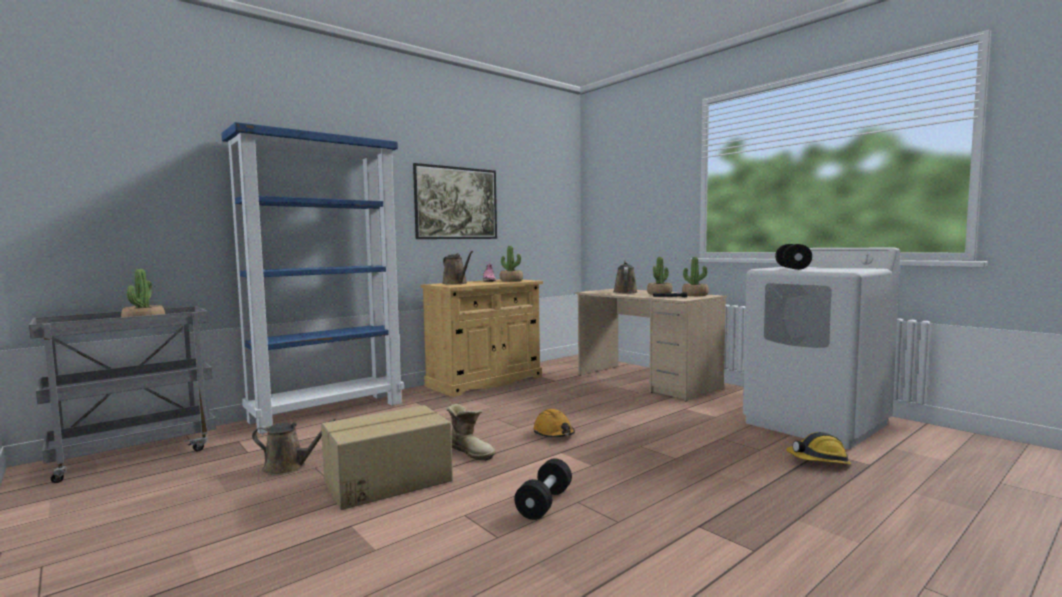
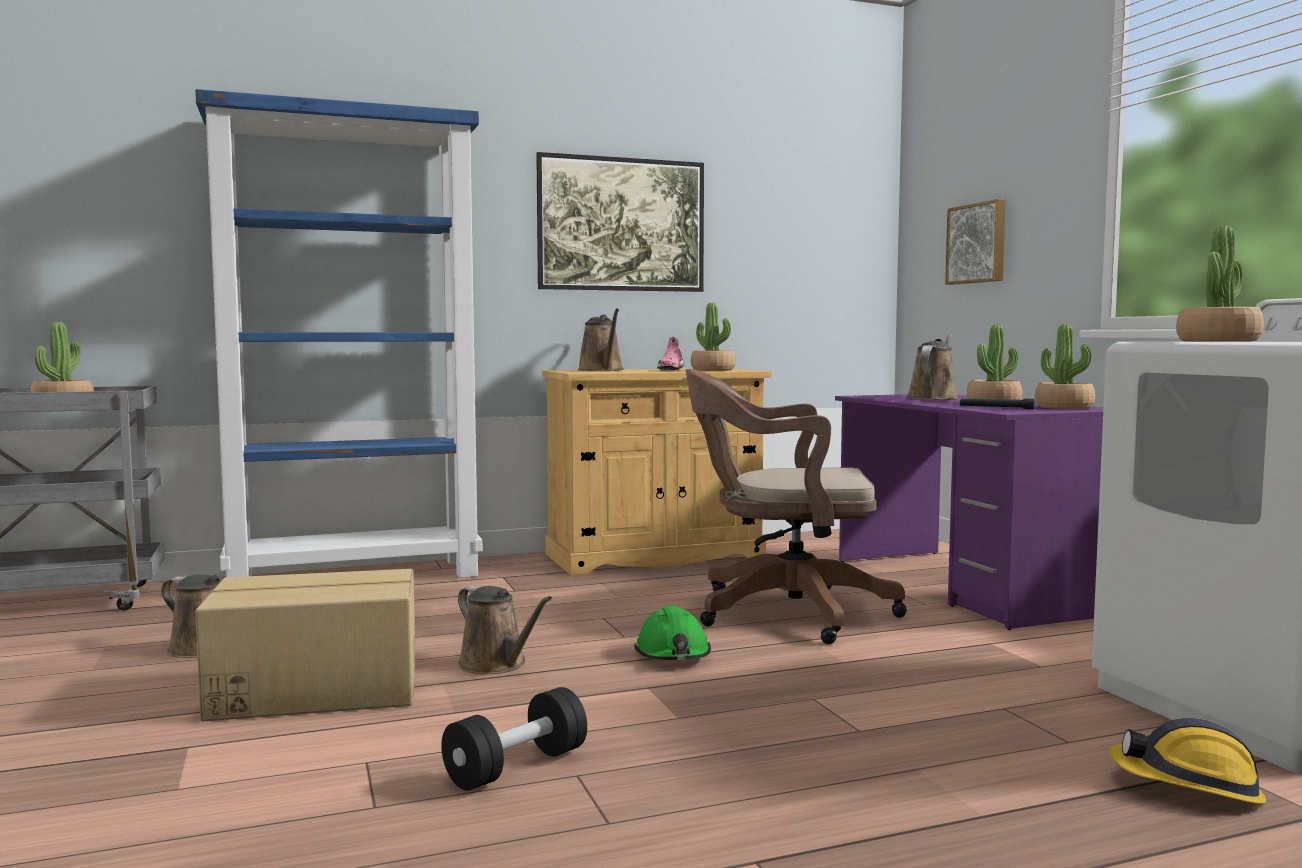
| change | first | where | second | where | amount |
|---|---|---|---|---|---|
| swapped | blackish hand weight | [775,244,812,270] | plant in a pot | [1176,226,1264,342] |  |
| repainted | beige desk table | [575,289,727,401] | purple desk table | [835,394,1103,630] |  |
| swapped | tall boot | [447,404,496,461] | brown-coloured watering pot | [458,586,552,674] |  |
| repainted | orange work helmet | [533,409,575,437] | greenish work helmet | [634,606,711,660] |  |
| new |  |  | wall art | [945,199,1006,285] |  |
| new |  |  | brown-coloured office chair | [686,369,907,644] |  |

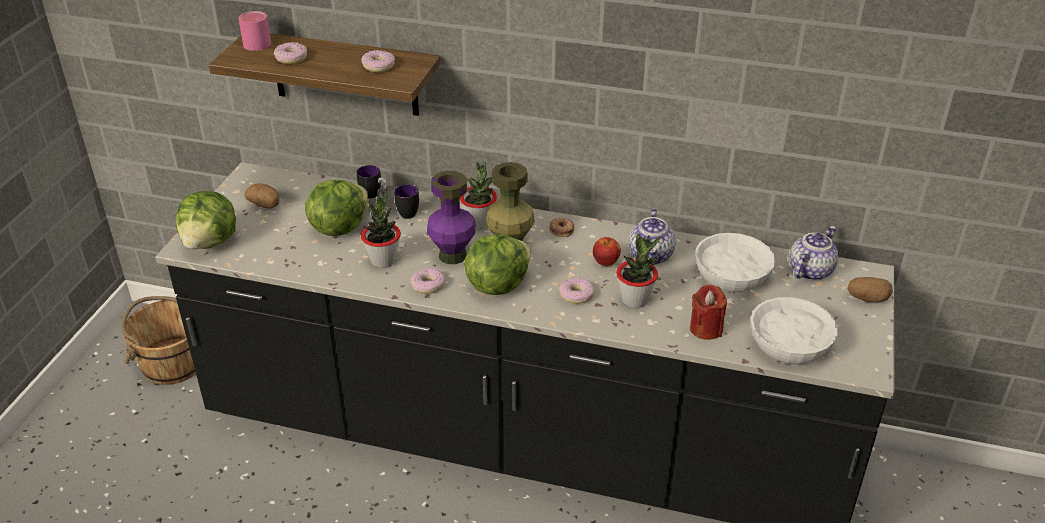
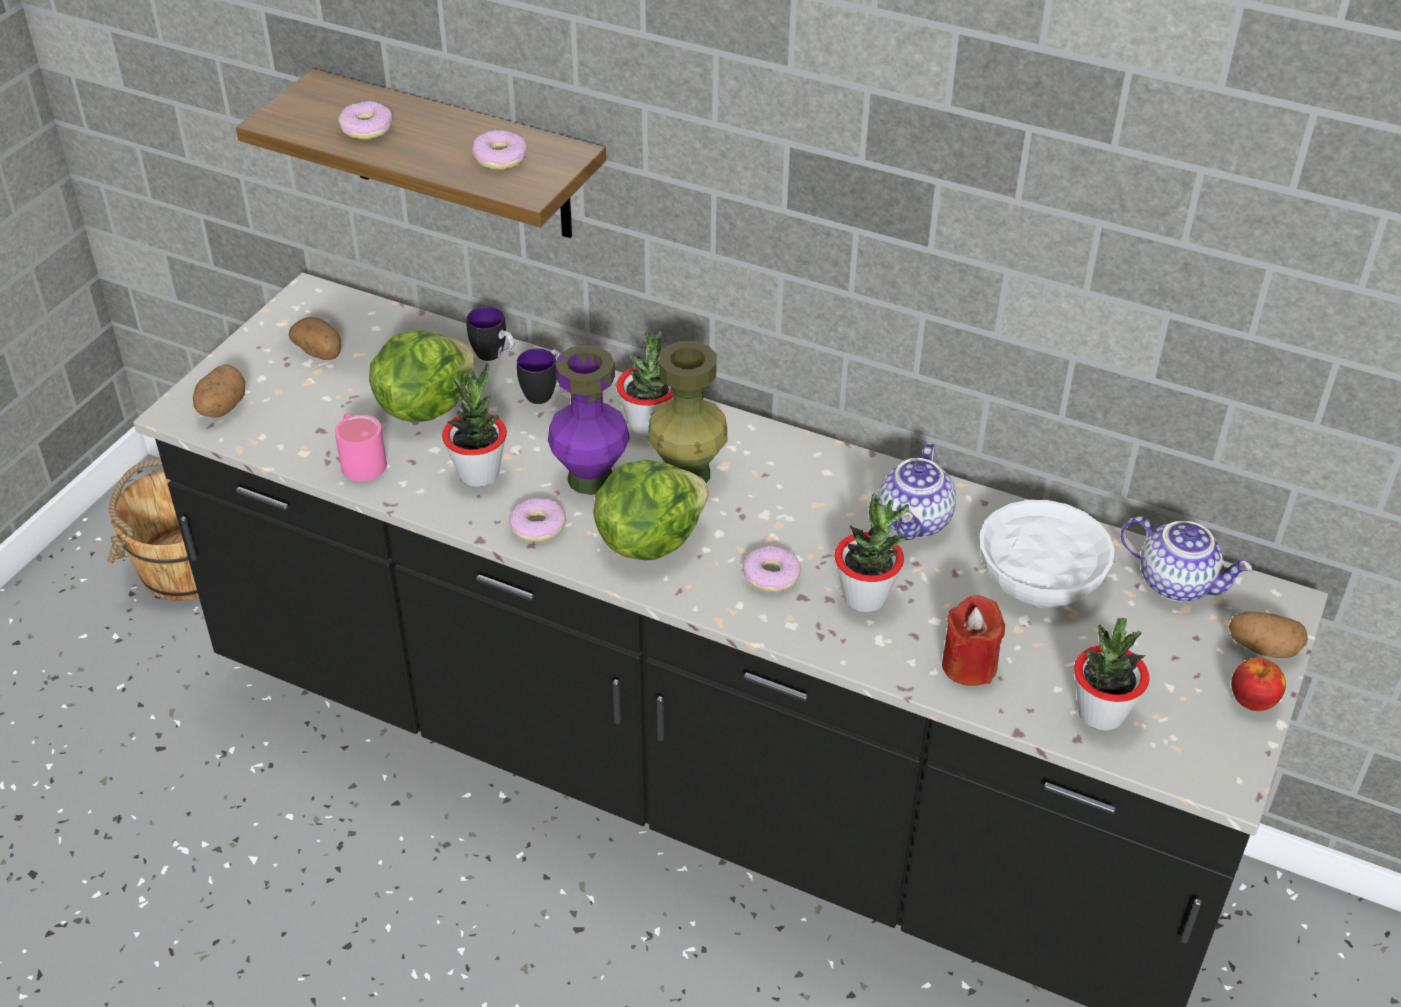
| change | first | where | second | where | amount |
|---|---|---|---|---|---|
| shifted | pink-coloured tea mug | [238,11,271,51] |  | [335,413,387,481] |  |
| swapped | lettuce | [176,191,236,249] | whole potato | [193,364,245,418] |  |
| gone | ring doughnut | [549,218,574,237] |  |  |  |
| rotated | teapot | [790,226,838,280] |  | [1120,516,1253,601] | 75 degrees clockwise |
| shifted | apple | [593,237,621,266] |  | [1231,657,1286,711] |  |
| swapped | whitish serving bowl | [750,297,838,365] | plant in a pot | [1074,618,1149,731] |  |

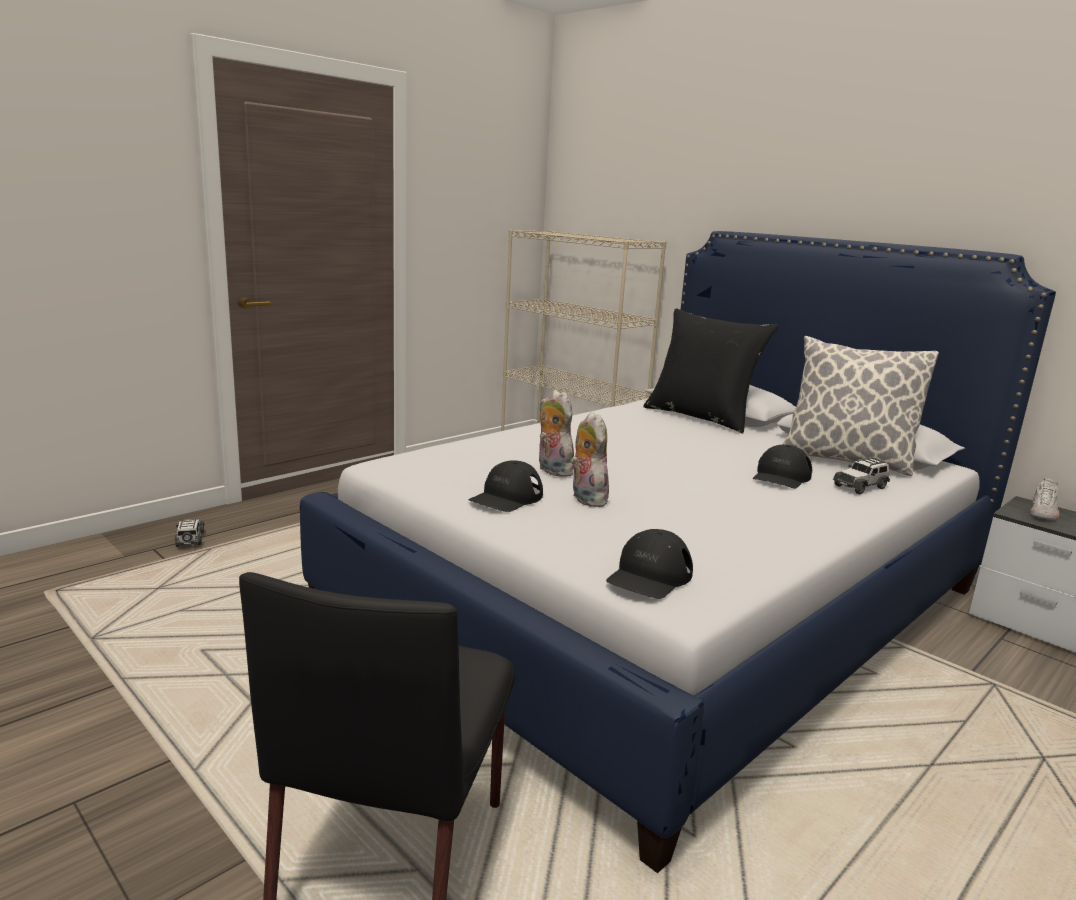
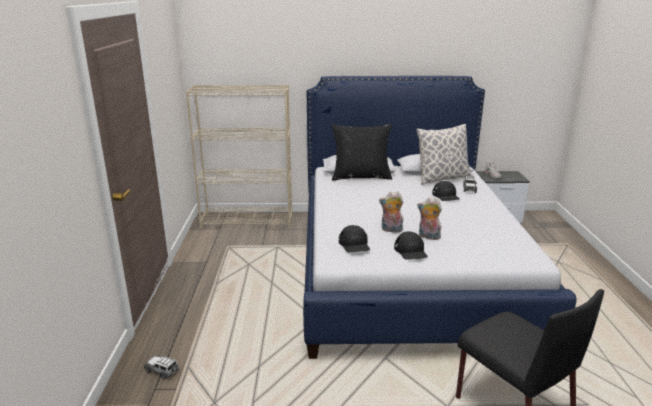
| change | first | where | second | where | amount |
|---|---|---|---|---|---|
| shifted | blackish baseball cap | [606,529,693,599] |  | [339,225,370,252] |  |

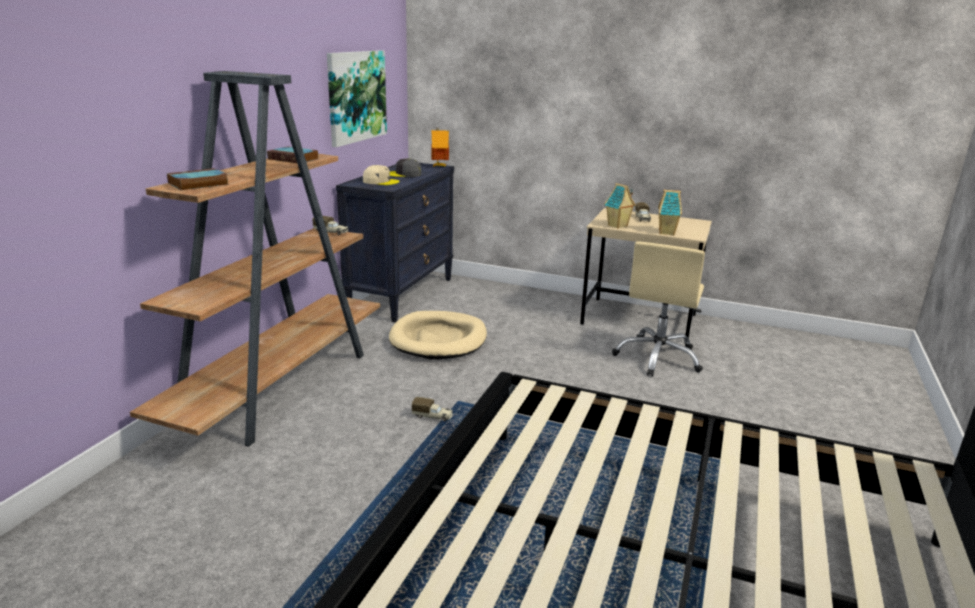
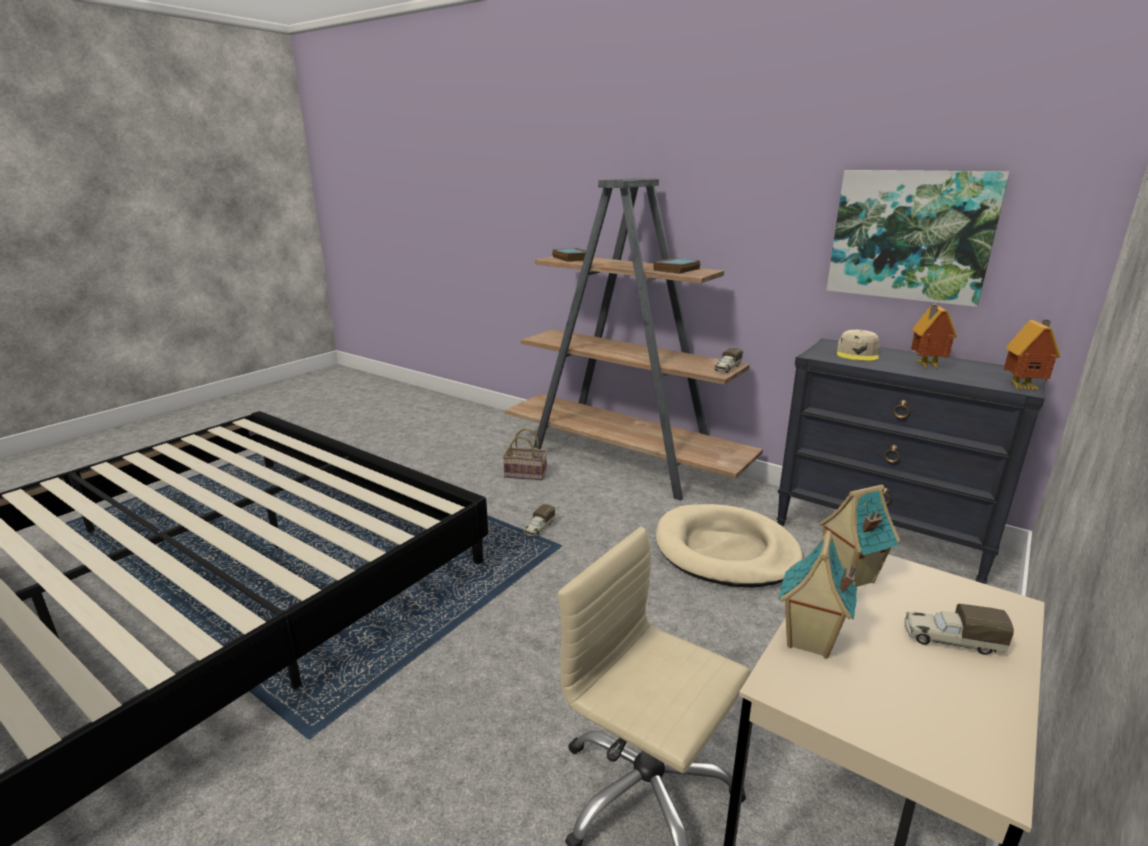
| change | first | where | second | where | amount |
|---|---|---|---|---|---|
| swapped | gray baseball cap | [390,158,421,177] | miniature house | [911,304,957,370] |  |
| new |  |  | storage basket | [503,428,547,480] |  |

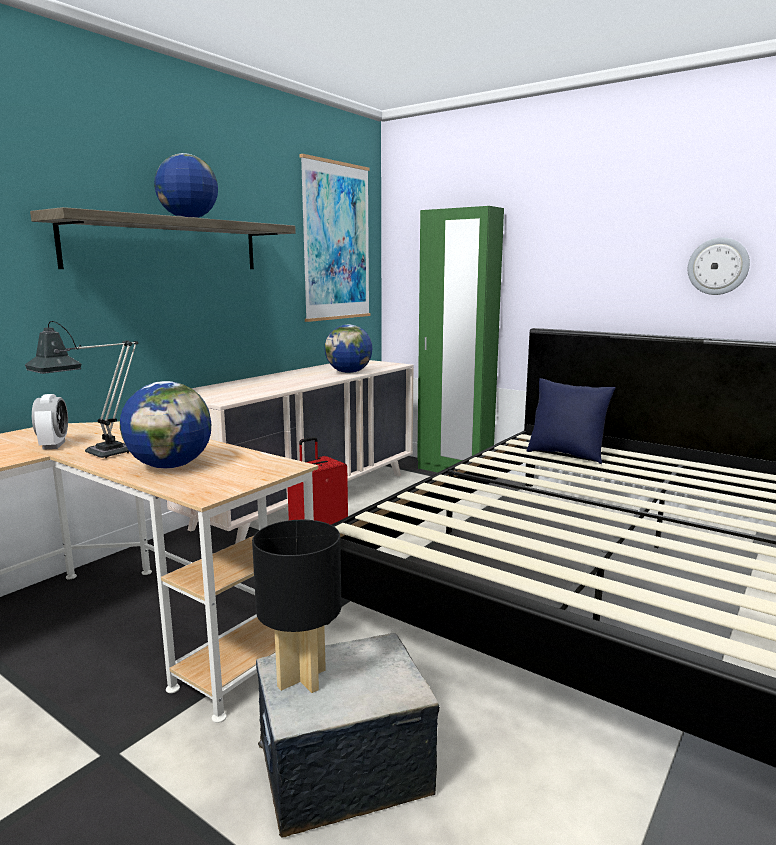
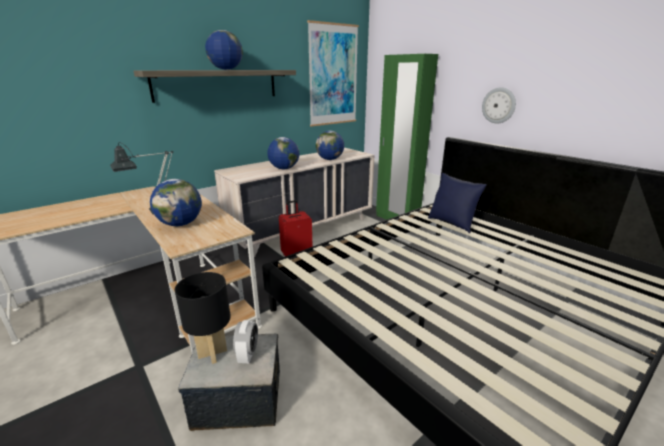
| change | first | where | second | where | amount |
|---|---|---|---|---|---|
| shifted | hanging clock | [688,238,750,295] |  | [482,87,516,124] |  |
| shifted | bedside clock | [32,394,68,450] |  | [233,320,258,363] |  |
| new |  |  | desk globe | [267,137,299,169] |  |

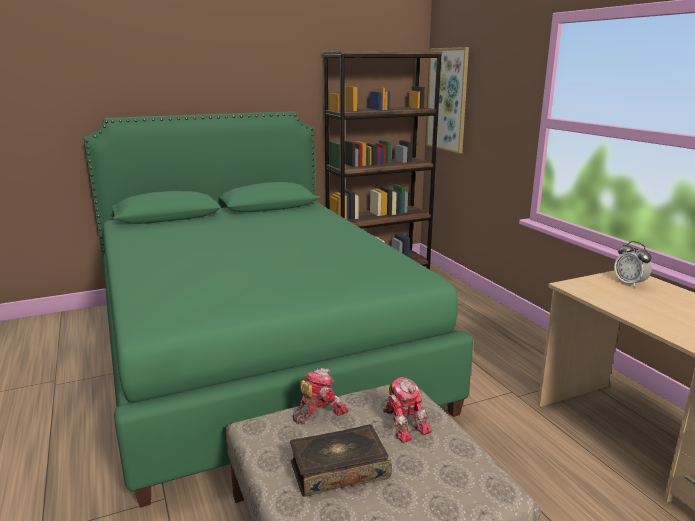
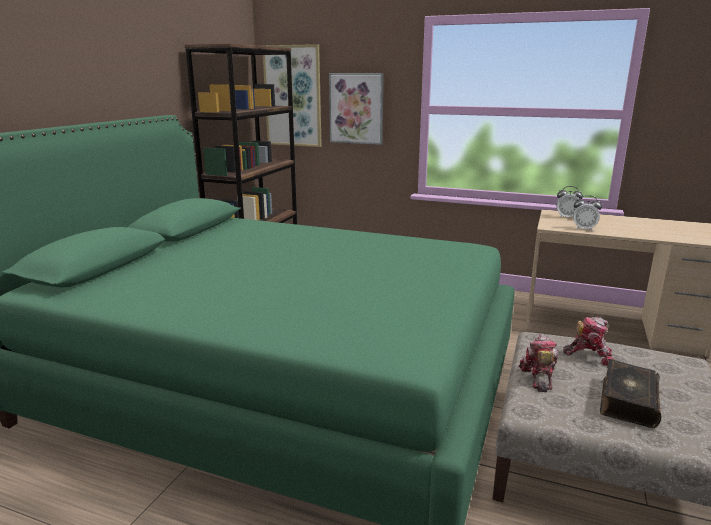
| change | first | where | second | where | amount |
|---|---|---|---|---|---|
| new |  |  | wall art | [329,73,384,145] |  |
| new |  |  | bedside clock | [573,195,602,231] |  |

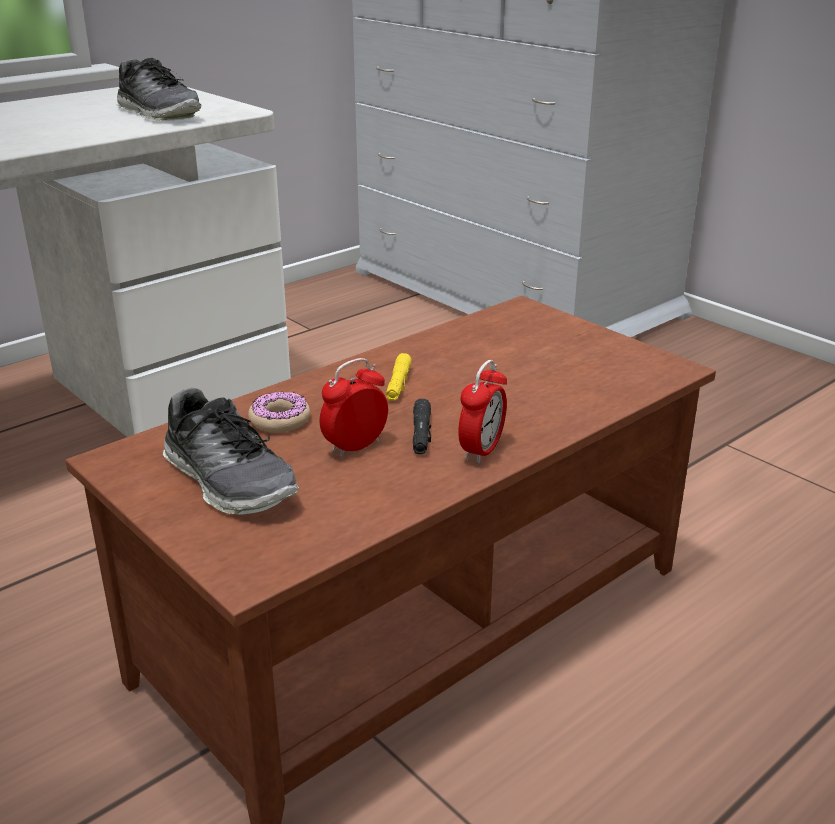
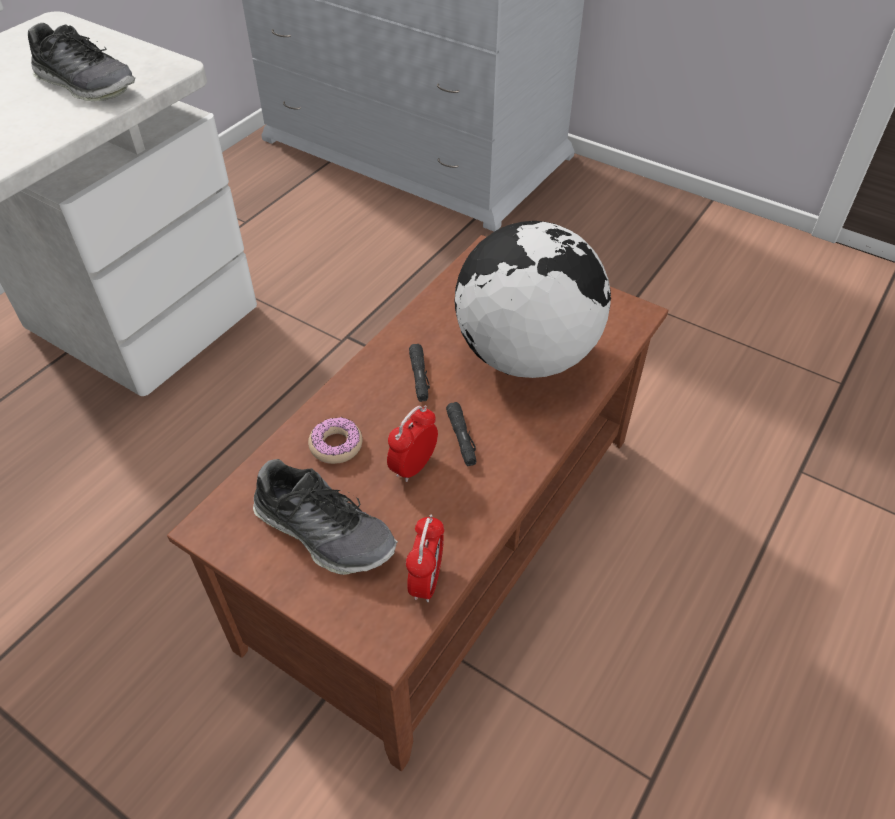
| change | first | where | second | where | amount |
|---|---|---|---|---|---|
| repainted | yellow hand torch | [386,353,412,401] | blackish hand torch | [409,344,430,402] |  |
| shifted | bedside clock | [458,360,507,464] |  | [406,515,444,602] |  |
| new |  |  | desk globe | [455,221,611,378] |  |

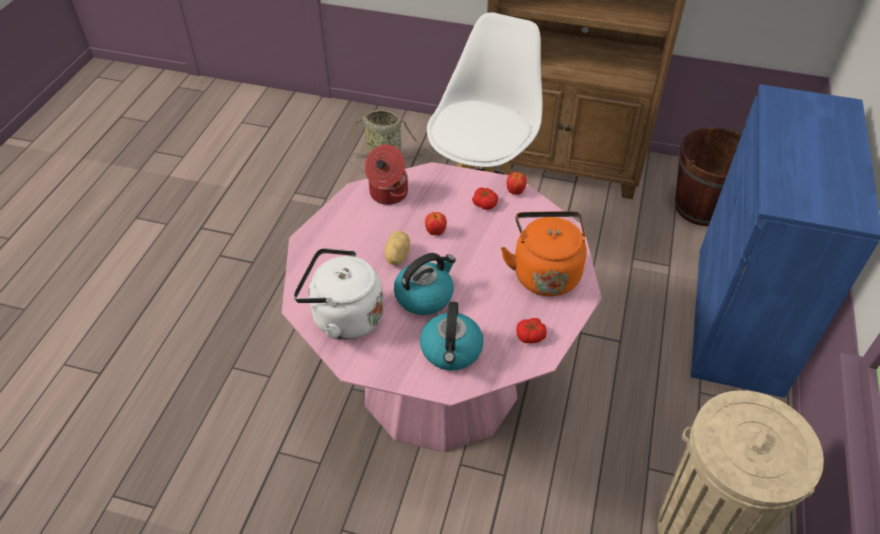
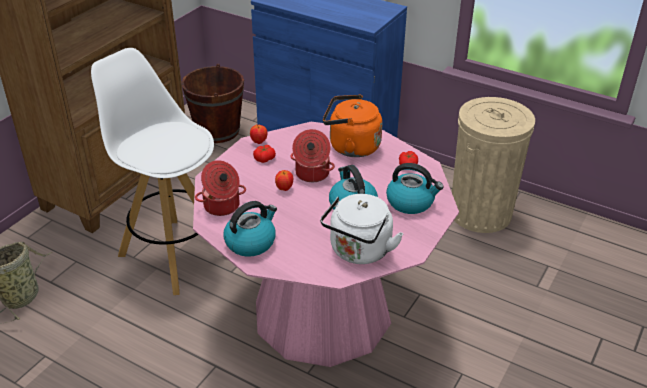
| change | first | where | second | where | amount |
|---|---|---|---|---|---|
| gone | whole potato | [385,231,410,265] |  |  |  |
| new |  |  | saucepot | [290,129,335,182] |  |
| new |  |  | kettle | [223,201,277,256] |  |

